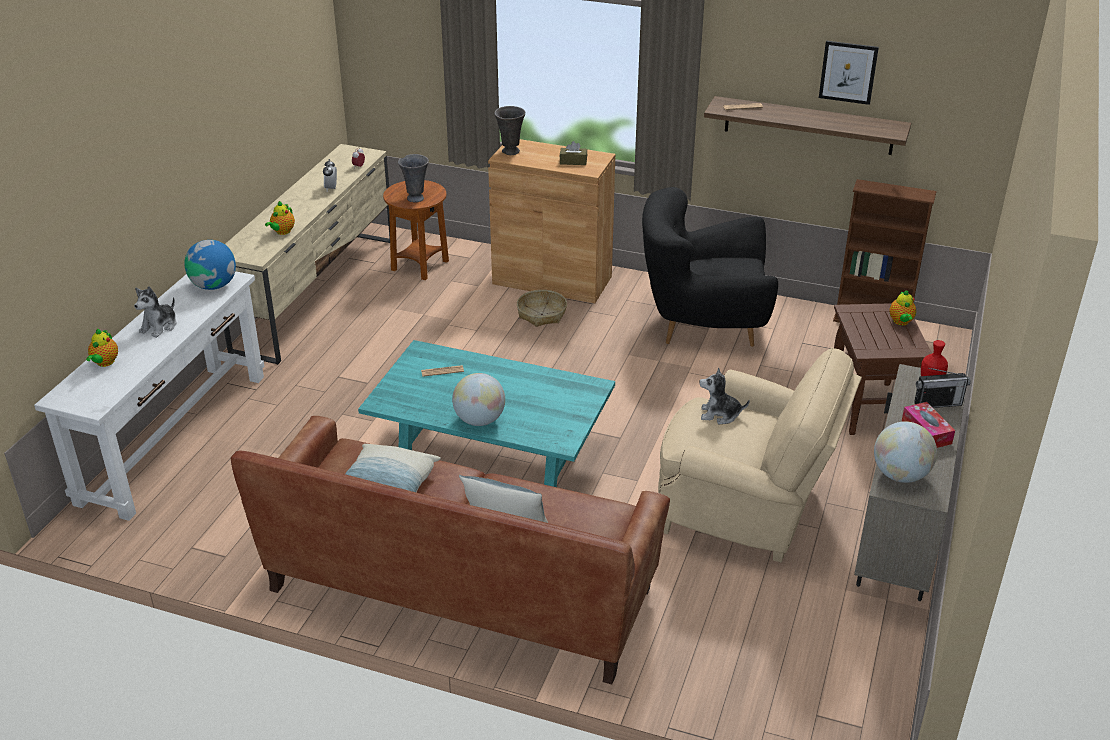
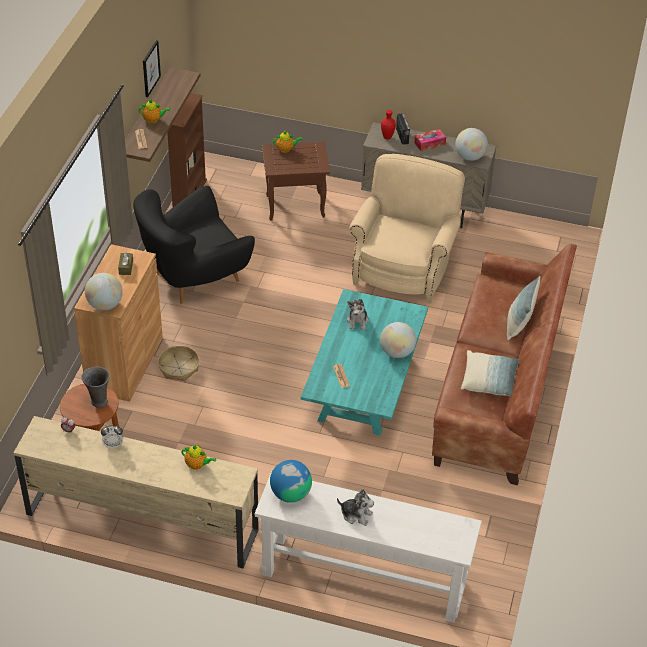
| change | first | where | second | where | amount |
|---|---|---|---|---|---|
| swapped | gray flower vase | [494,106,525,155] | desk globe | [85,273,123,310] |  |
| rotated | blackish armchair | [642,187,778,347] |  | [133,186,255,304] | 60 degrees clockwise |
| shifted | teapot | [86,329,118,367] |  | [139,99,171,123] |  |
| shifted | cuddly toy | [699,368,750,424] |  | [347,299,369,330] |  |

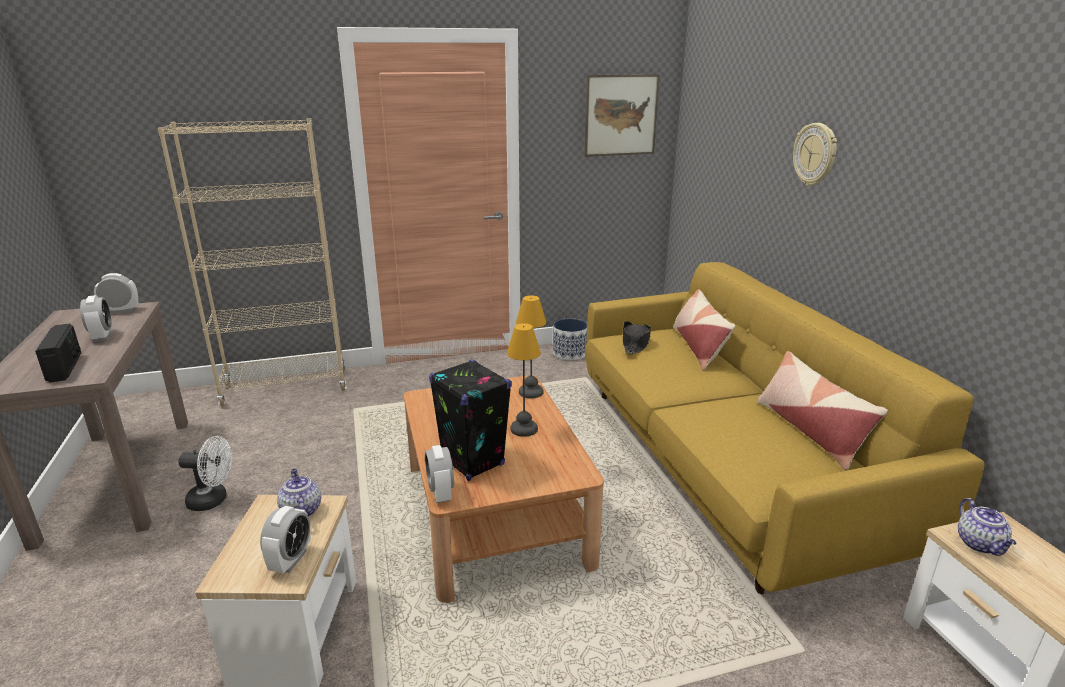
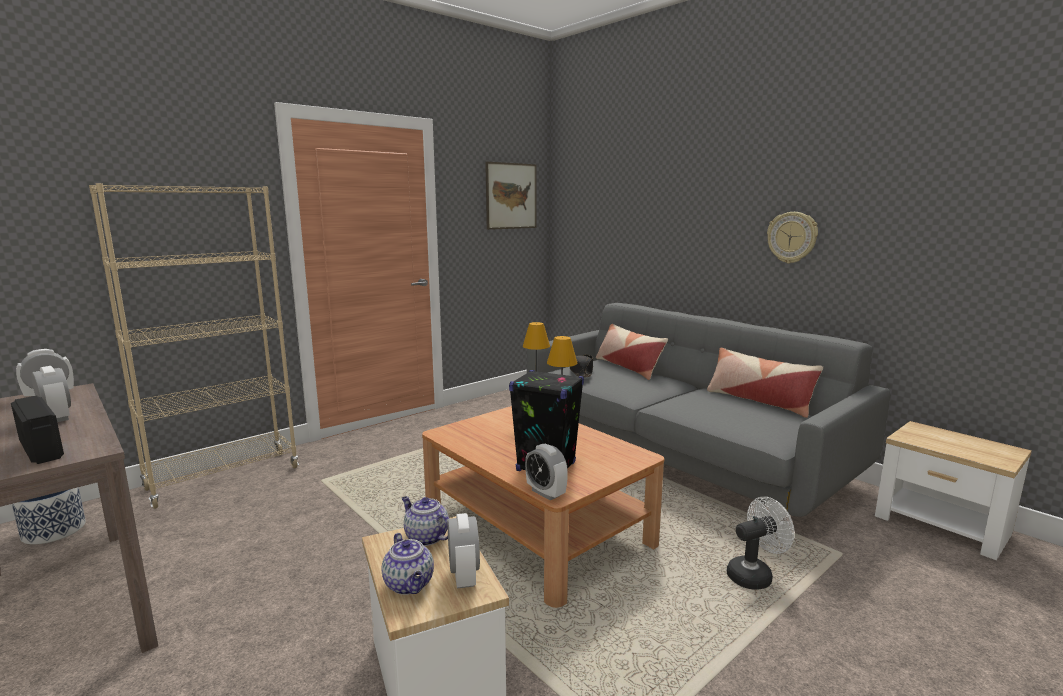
| change | first | where | second | where | amount |
|---|---|---|---|---|---|
| shifted | hanging clock | [793,123,837,186] |  | [767,212,818,263] |  |
| repainted | yellow settee | [585,262,984,595] | gray settee | [527,303,890,520] |  |
| shifted | flower pot | [553,319,587,360] |  | [12,487,86,544] |  |
| shifted | whitish cooling fan | [178,436,232,511] |  | [727,497,795,590] |  |
| shifted | teapot | [958,498,1017,556] |  | [381,533,434,595] |  |

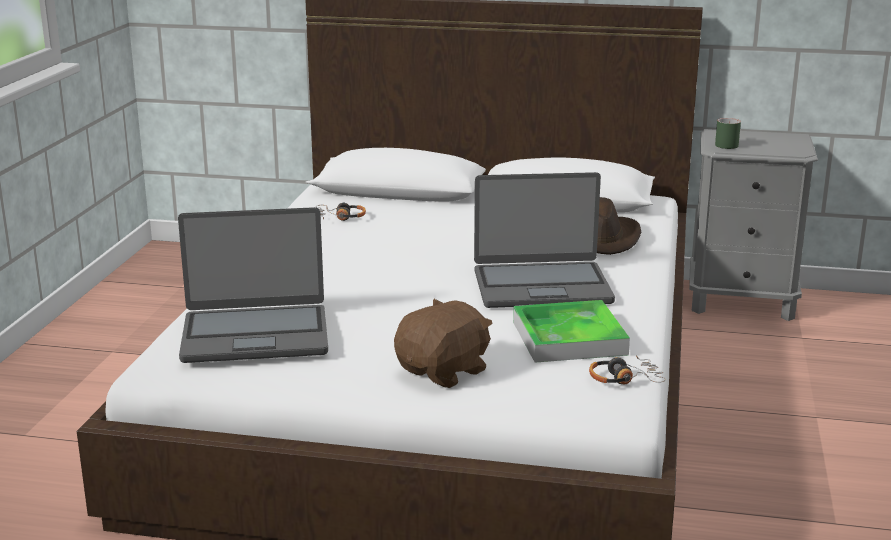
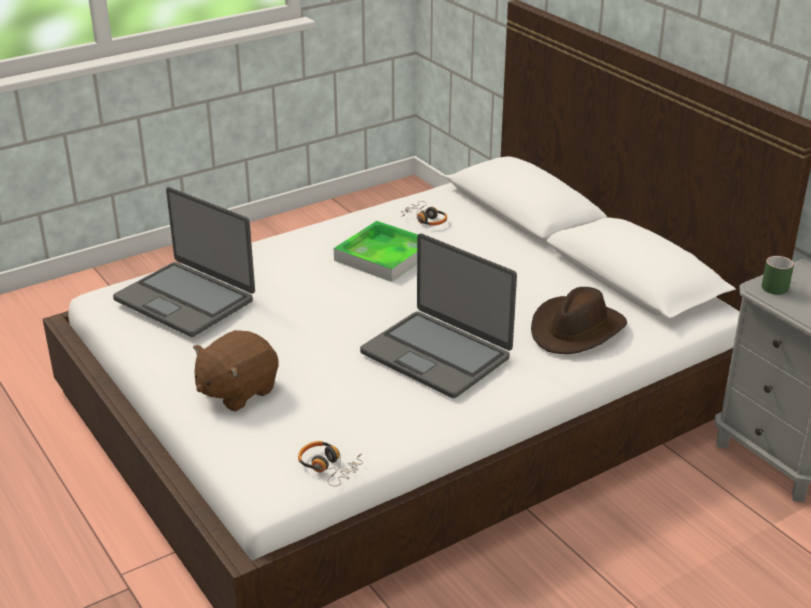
| change | first | where | second | where | amount |
|---|---|---|---|---|---|
| rotated | brown-coloured cuddly toy | [394,299,493,388] |  | [193,330,279,411] | 135 degrees clockwise |
| shifted | tray | [513,300,630,363] |  | [334,221,418,282] |  |

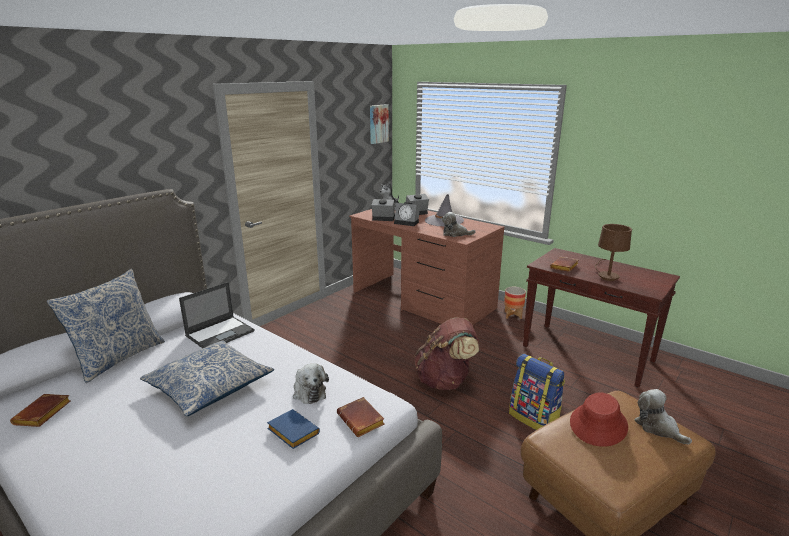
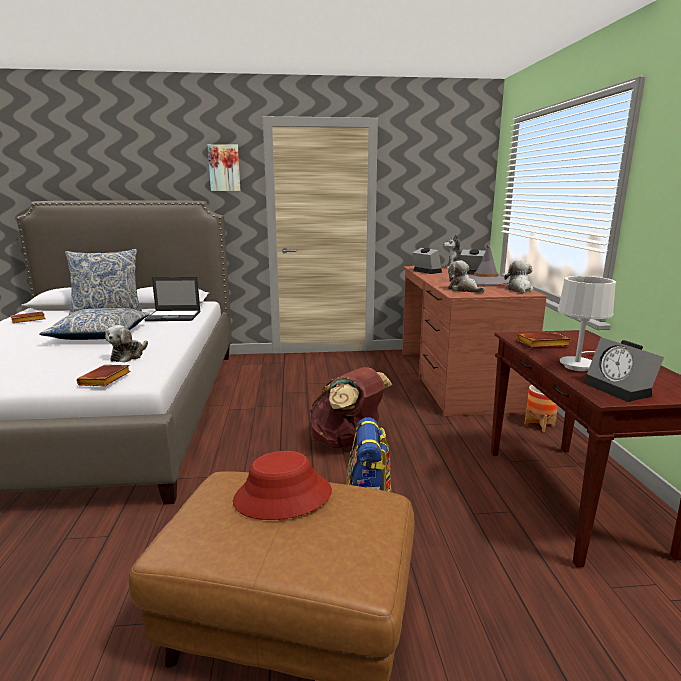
| change | first | where | second | where | amount |
|---|---|---|---|---|---|
| shifted | wall art | [370,104,389,144] |  | [207,144,240,191] |  |
| shifted | bedside clock | [394,202,420,226] |  | [584,337,664,402] |  |
| repainted | brown-coloured lamp for a table | [595,224,632,281] | whitish lamp for a table | [558,276,616,371] |  |
| shifted | cuddly toy | [635,389,692,445] |  | [504,260,533,294] |  |
| gone | blue-coloured volume | [267,409,320,449] |  |  |  |

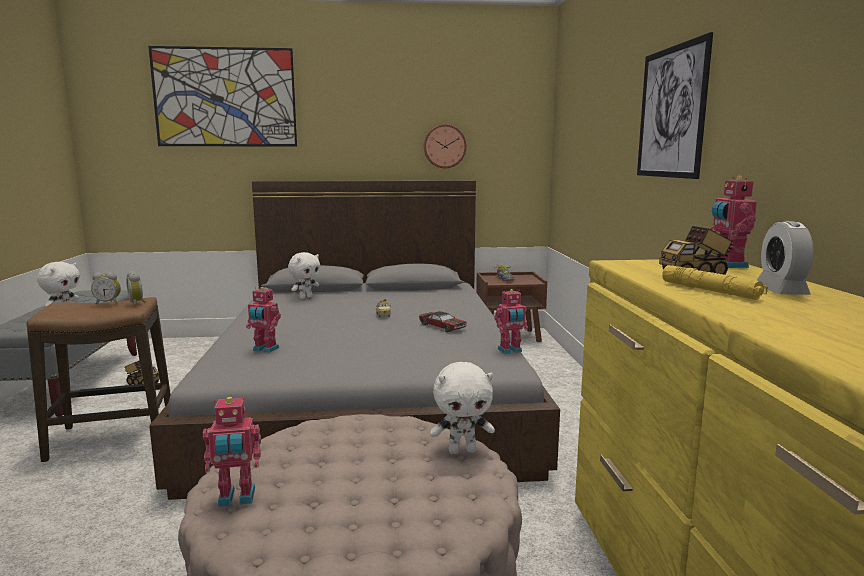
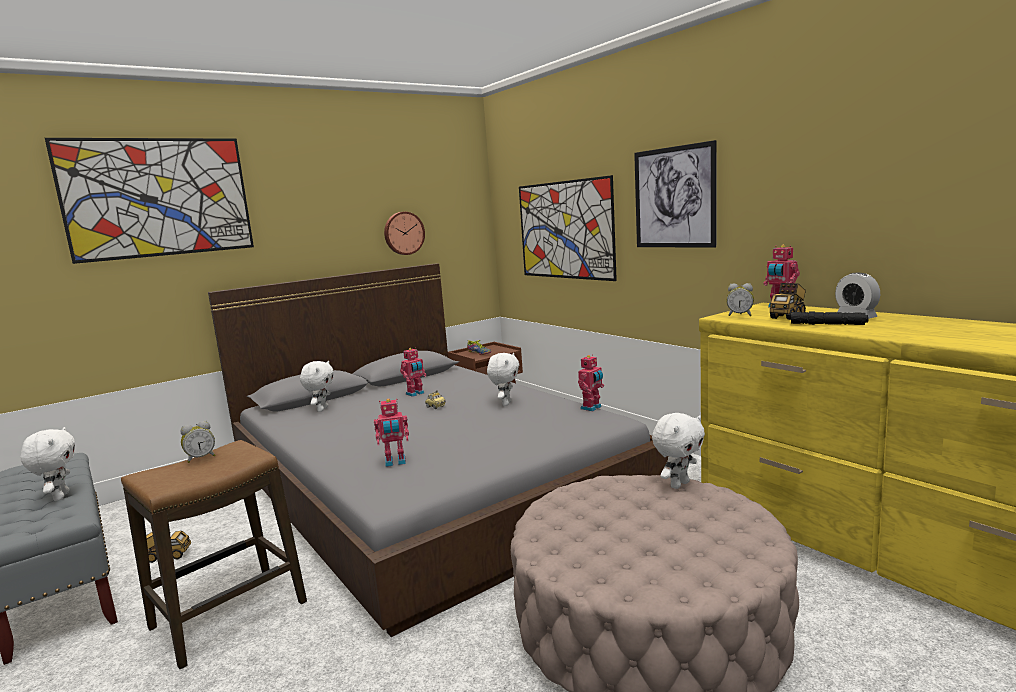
| change | first | where | second | where | amount |
|---|---|---|---|---|---|
| repainted | yellow hand torch | [662,265,768,300] | blackish hand torch | [791,311,868,325] |  |
| shifted | bedside clock | [126,271,146,306] |  | [726,283,754,316] |  |
| swapped | model car | [419,311,467,332] | whitish cuddly toy | [487,353,519,406] |  |
| shifted | toy robot | [203,397,261,507] |  | [400,347,426,397] |  |
| new |  |  | wall art | [519,175,617,281] |  |

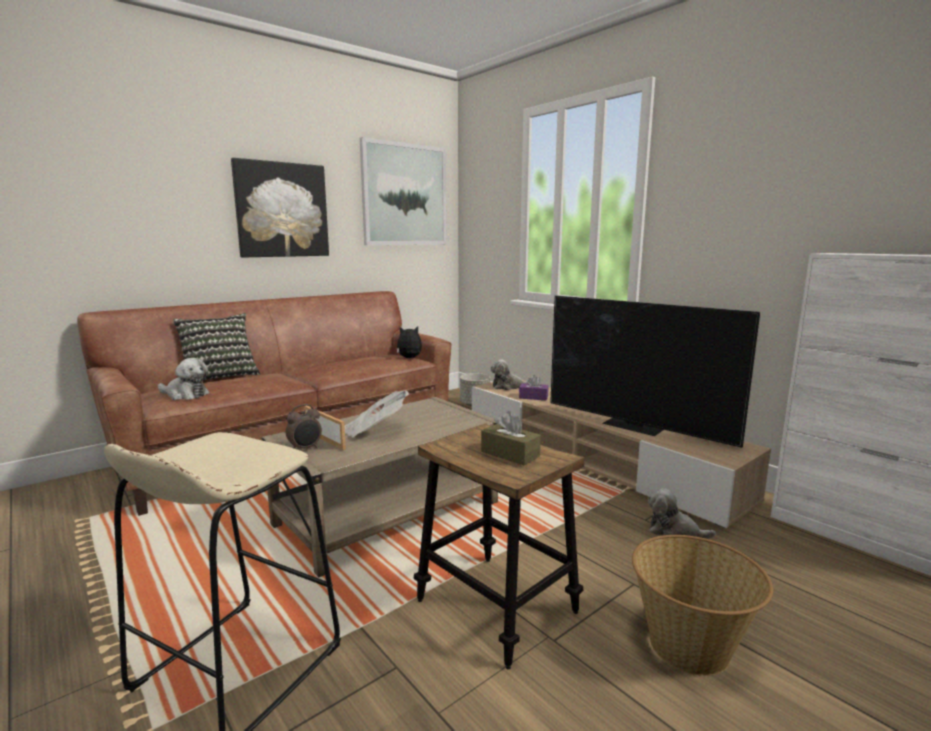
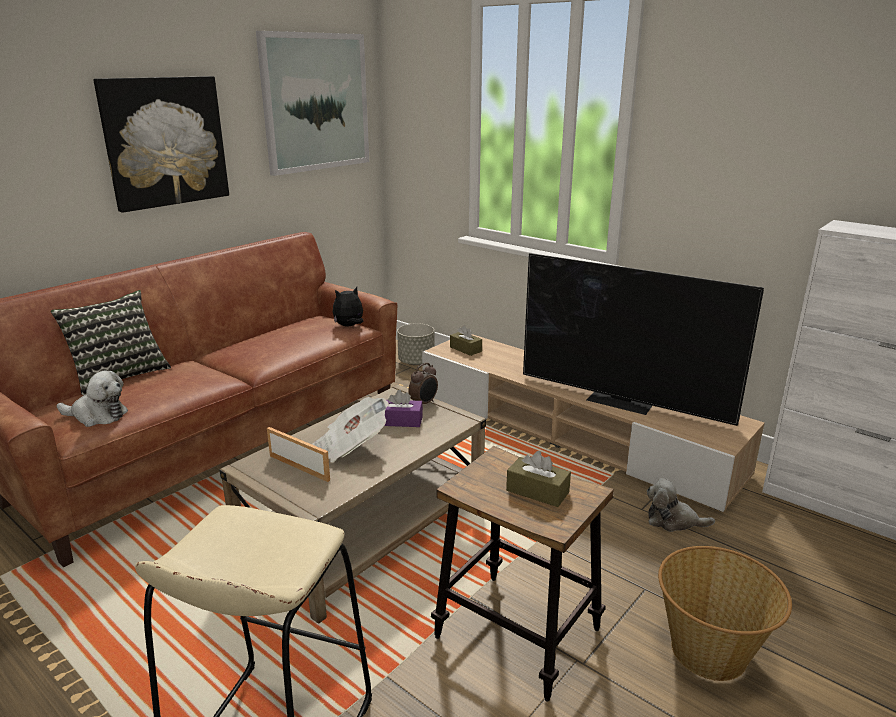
| change | first | where | second | where | amount |
|---|---|---|---|---|---|
| swapped | cuddly toy | [491,359,528,390] | brown-coloured tissue box | [450,325,482,356] |  |
| shifted | purple tissue box | [519,375,549,400] |  | [384,390,423,427] |  |
| shifted | bedside clock | [286,404,322,450] |  | [408,363,438,404] |  |

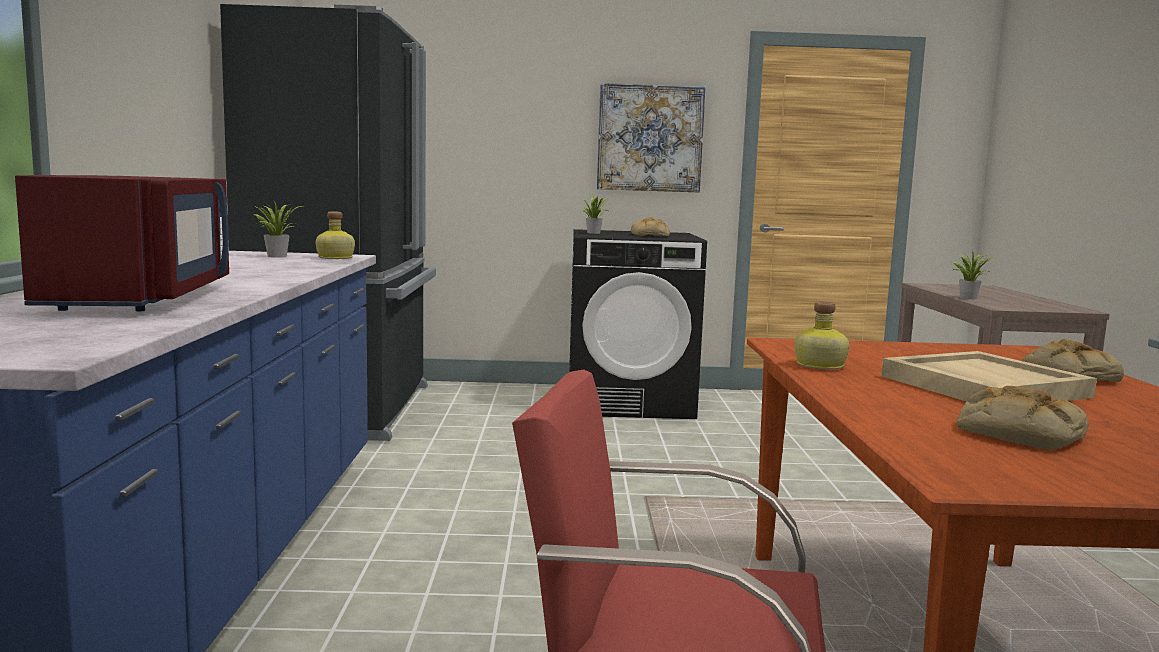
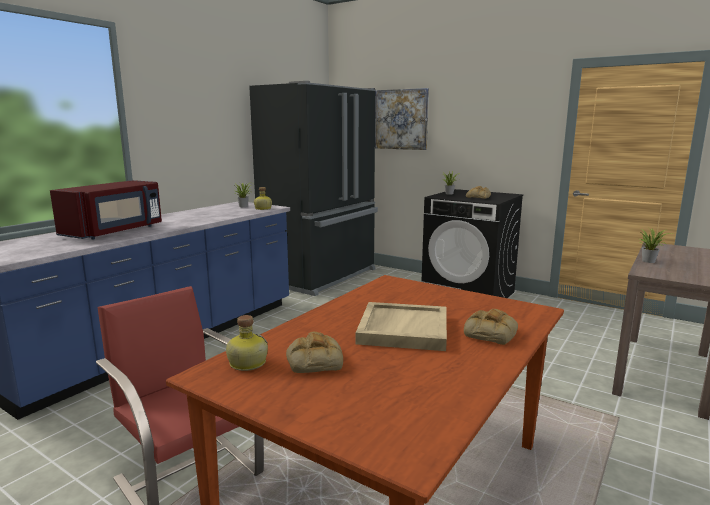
| change | first | where | second | where | amount |
|---|---|---|---|---|---|
| shifted | wall art | [597,83,706,192] |  | [375,88,429,150] |  |
| shifted | beverage bottle | [795,301,850,370] |  | [226,315,268,371] |  |

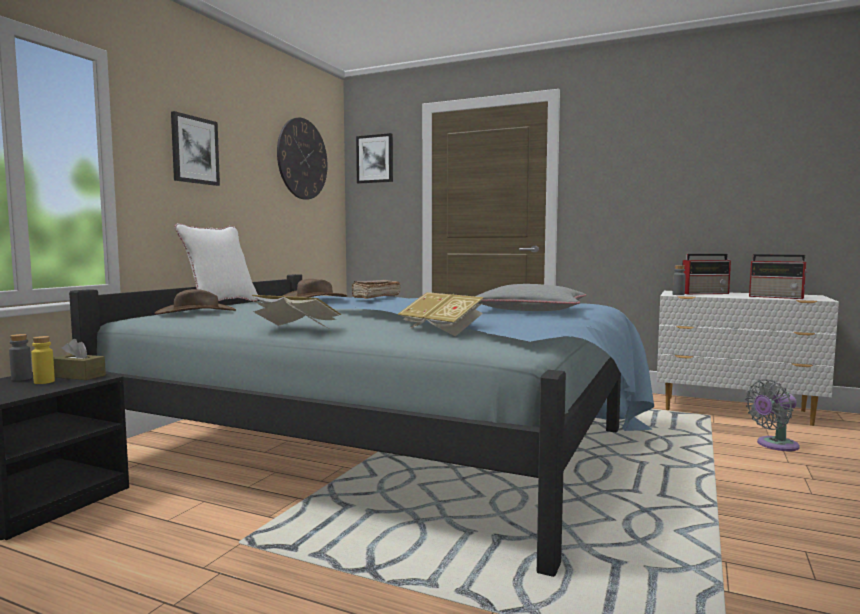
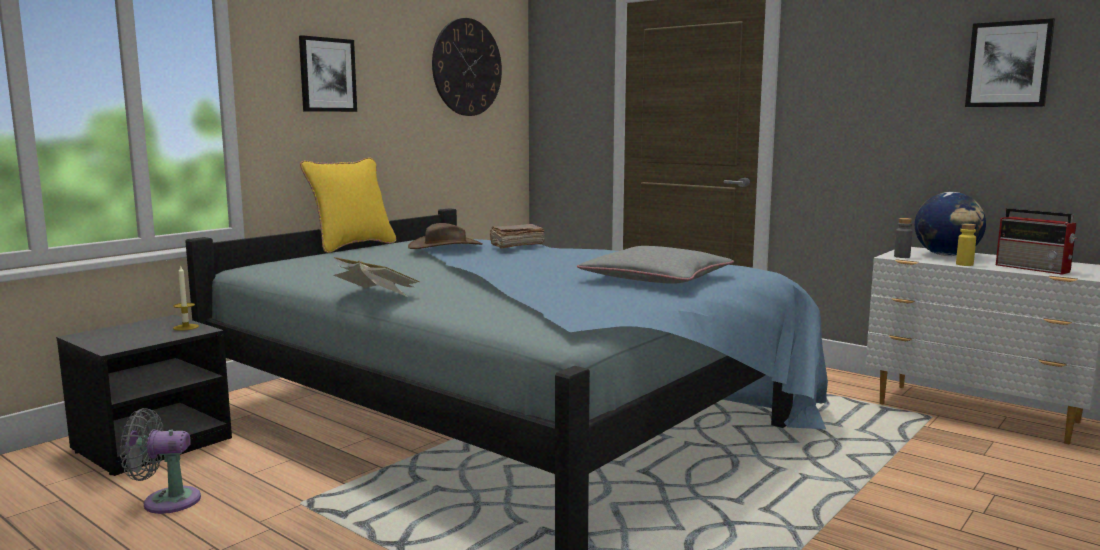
| change | first | where | second | where | amount |
|---|---|---|---|---|---|
| shifted | wall art | [356,133,393,184] |  | [965,18,1055,107] |  |
| repainted | whitish pillow | [175,223,258,301] | yellow pillow | [300,158,396,253] |  |
| swapped | radio receiver | [682,254,731,294] | desk globe | [915,192,986,256] |  |
| gone | brown-coloured hat | [154,289,236,315] |  |  |  |
| gone | volume | [397,292,484,336] |  |  |  |
| gone | gray beverage bottle | [9,334,32,381] |  |  |  |
| shifted | yellow beverage bottle | [32,336,55,384] |  | [956,224,976,266] |  |
| swapped | brown-coloured tissue box | [53,339,106,380] | wax light | [173,265,199,331] |  |
| shifted | gray cooling fan | [745,379,800,451] |  | [120,408,201,514] |  |

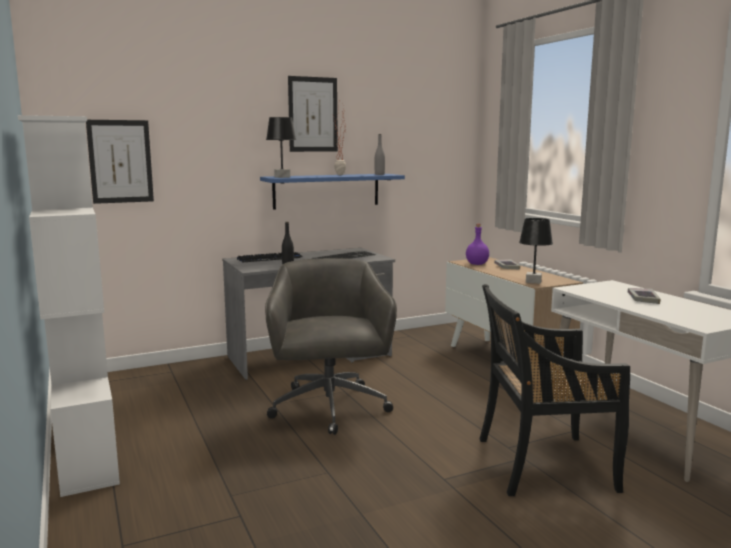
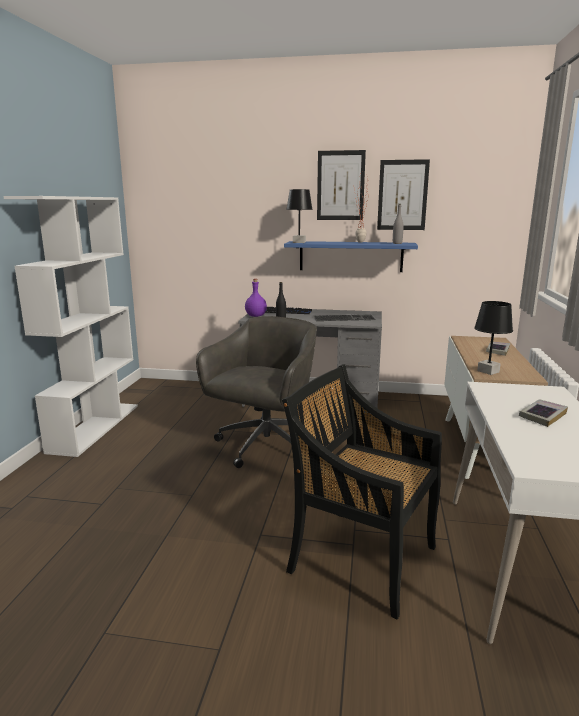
| change | first | where | second | where | amount |
|---|---|---|---|---|---|
| shifted | wall art | [86,120,154,204] |  | [377,159,430,230] |  |
| shifted | purple beverage bottle | [466,224,489,265] |  | [245,279,267,317] |  |

